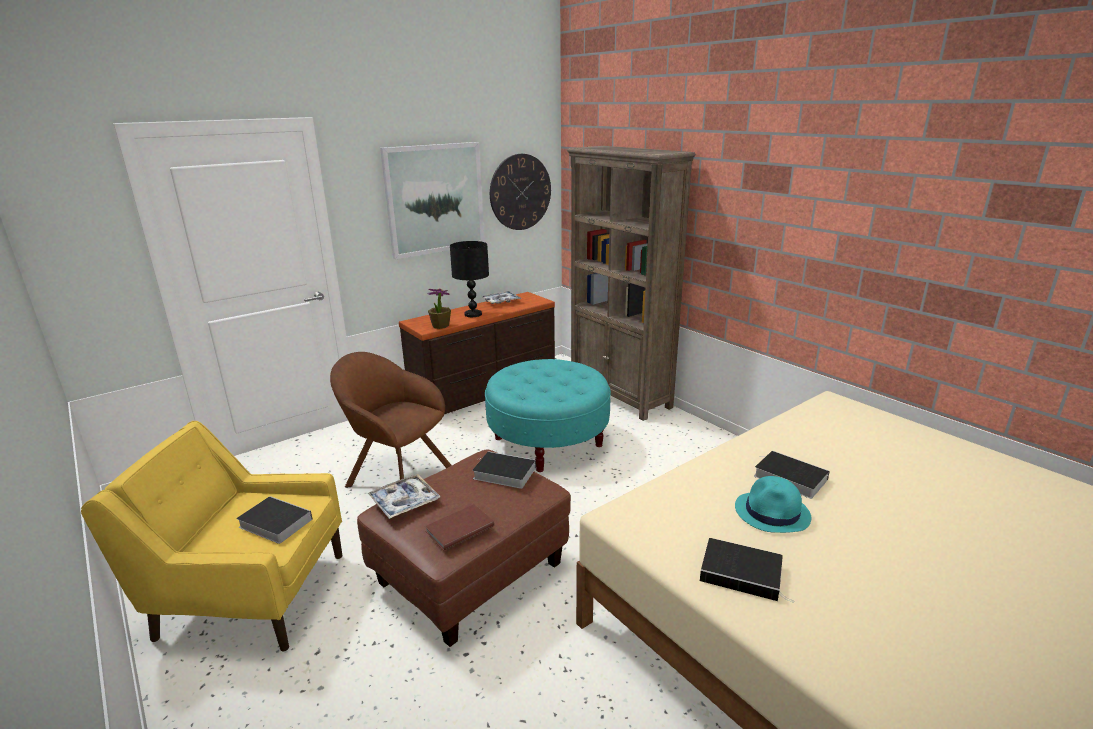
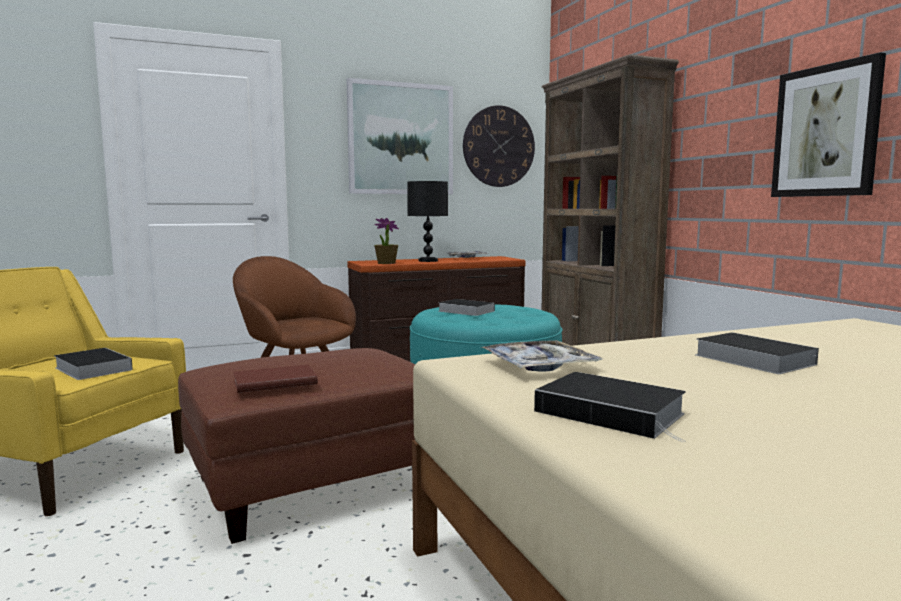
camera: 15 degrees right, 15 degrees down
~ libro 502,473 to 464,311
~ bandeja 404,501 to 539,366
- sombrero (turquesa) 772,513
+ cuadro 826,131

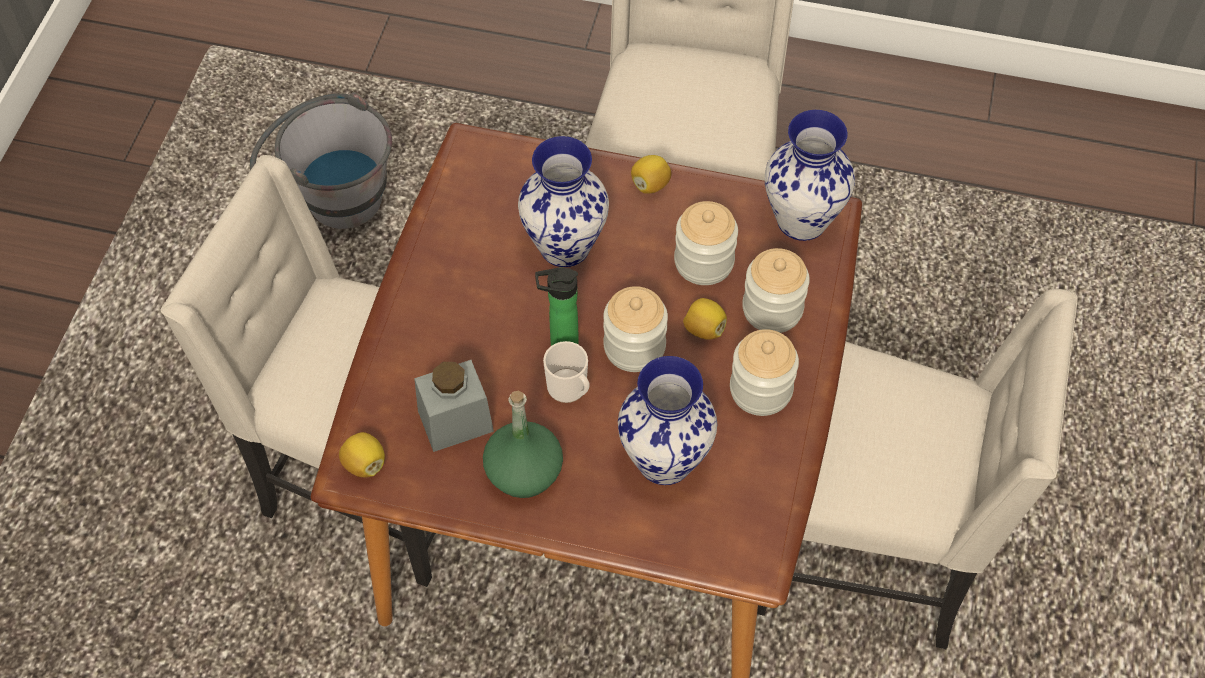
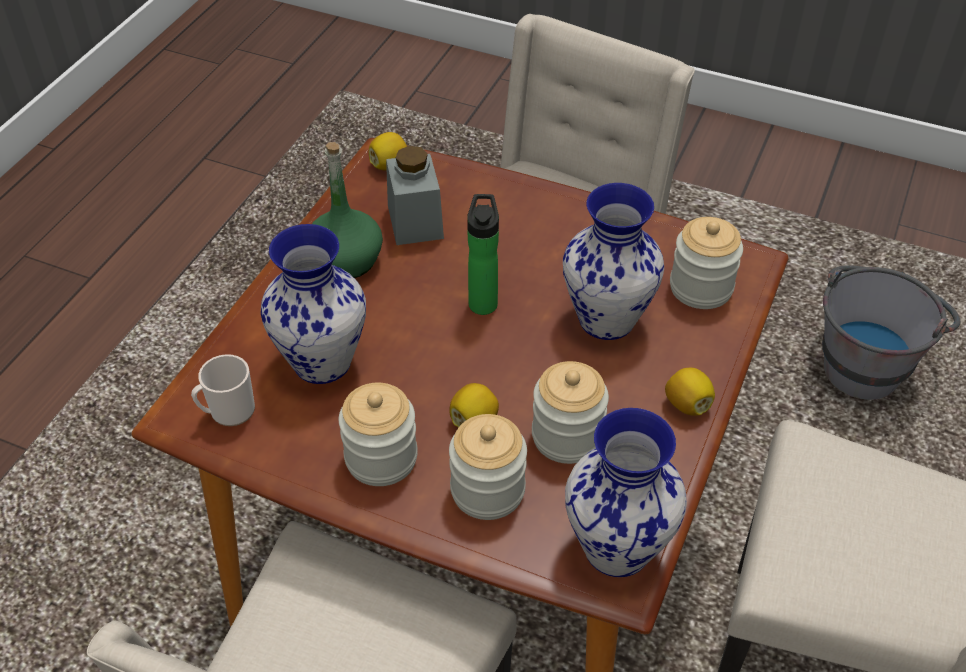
camera: 100 degrees right, 10 degrees down
~ tarro 634,347 to 701,287
~ taza grande 570,389 to 228,412

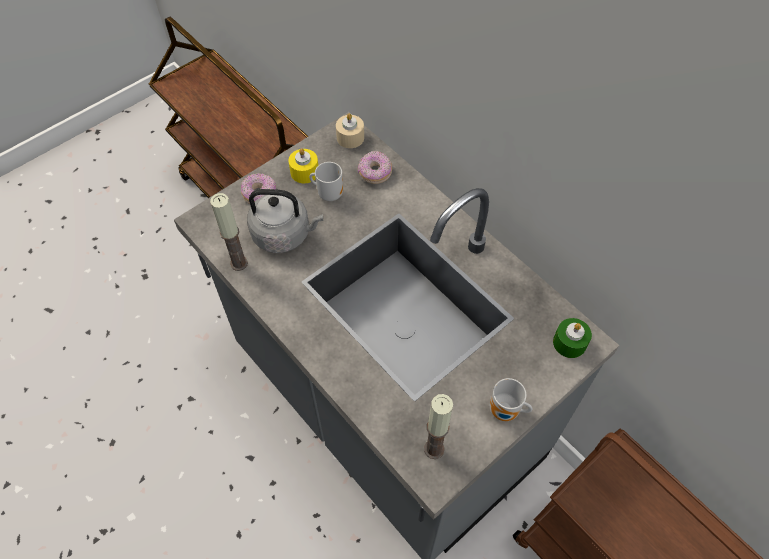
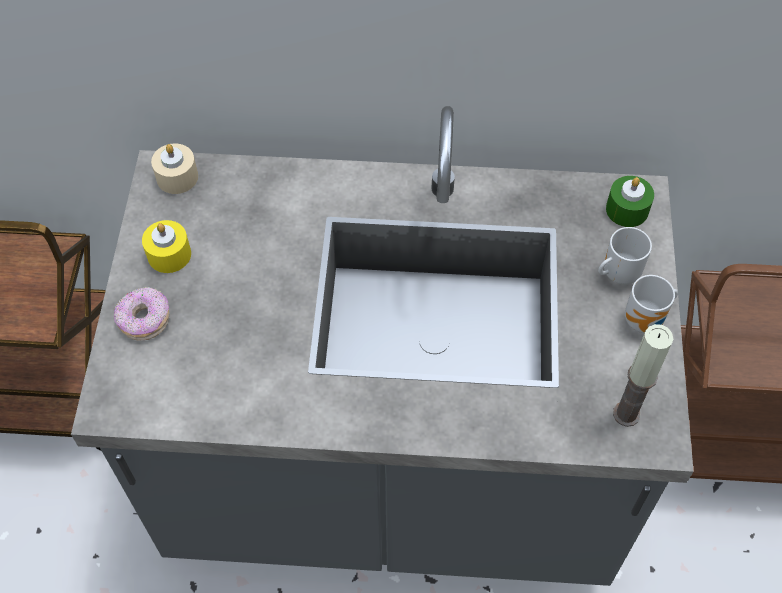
camera: 45 degrees left, 0 degrees up
- rosquilla 375,173
~ taza grande 329,193 to 617,273
- hervidor (gris) 284,234
- vela 239,263

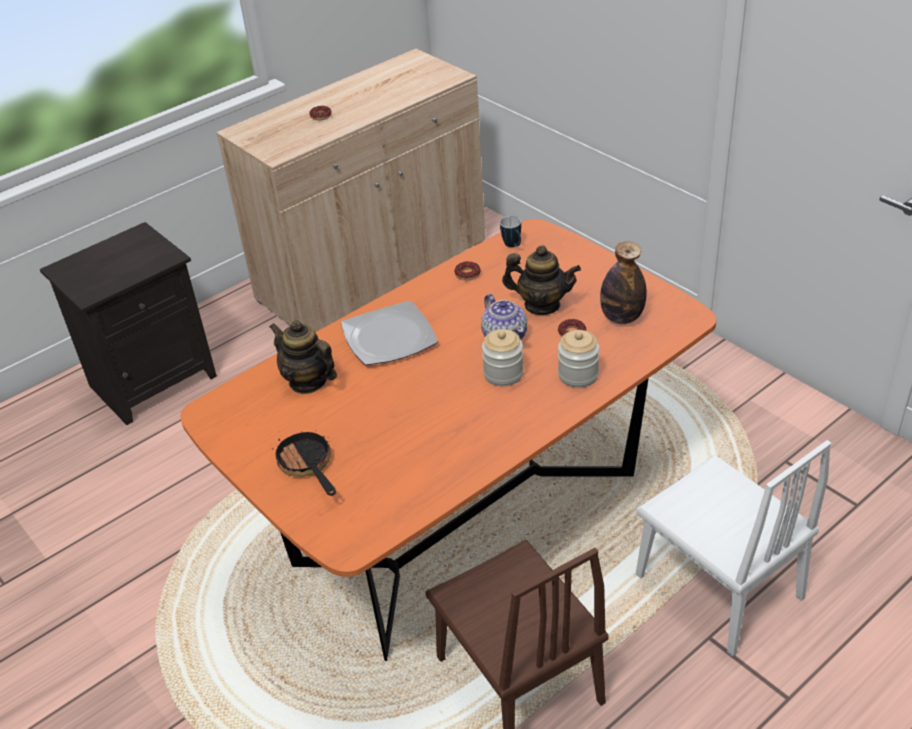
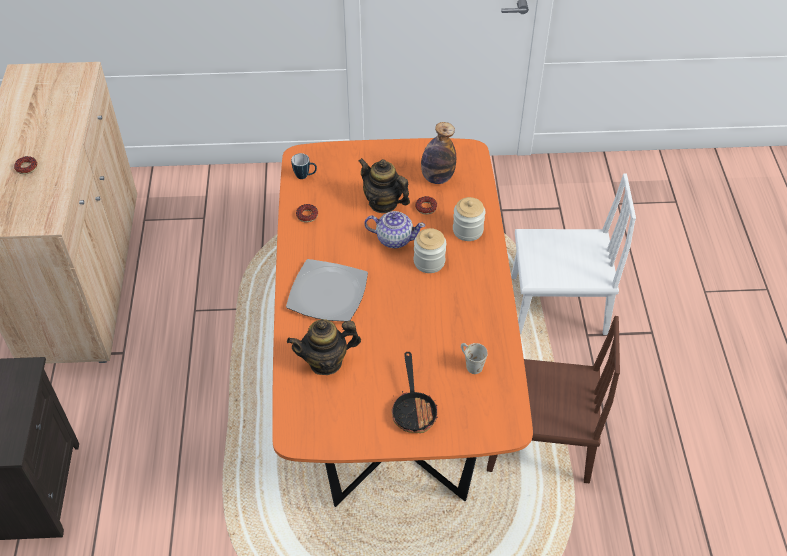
camera: 55 degrees left, 10 degrees up
~ tetera 542,305 = 383,203 105 degrees counterclockwise
~ sartén 307,466 = 414,409 105 degrees counterclockwise
+ taza grande (blanco) 470,364

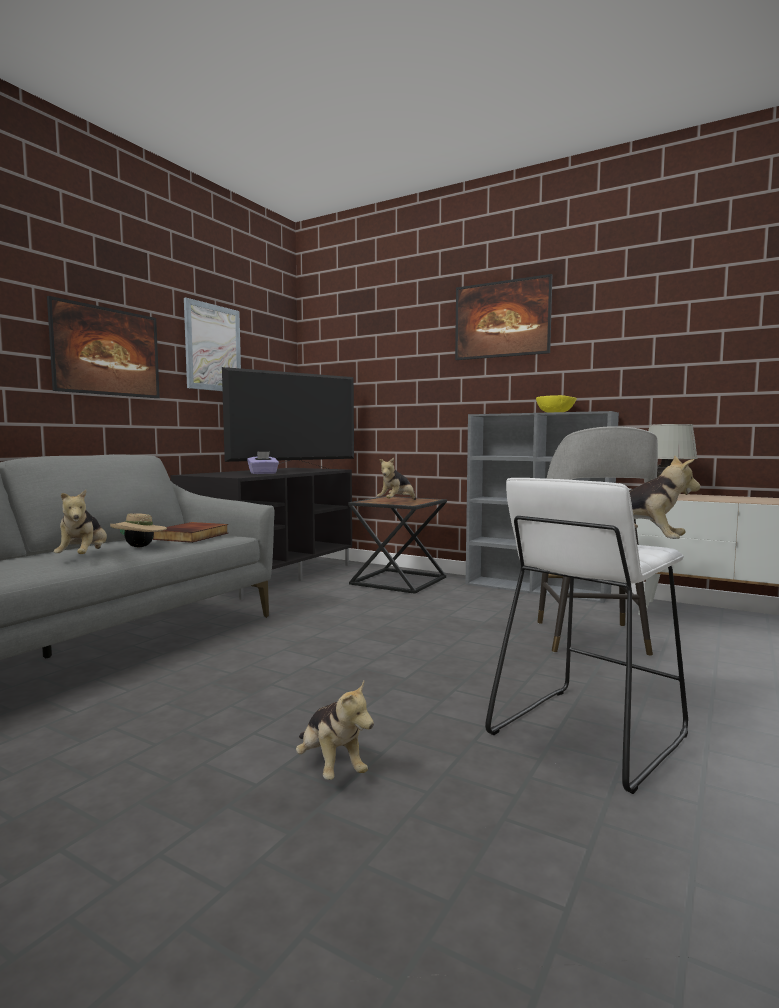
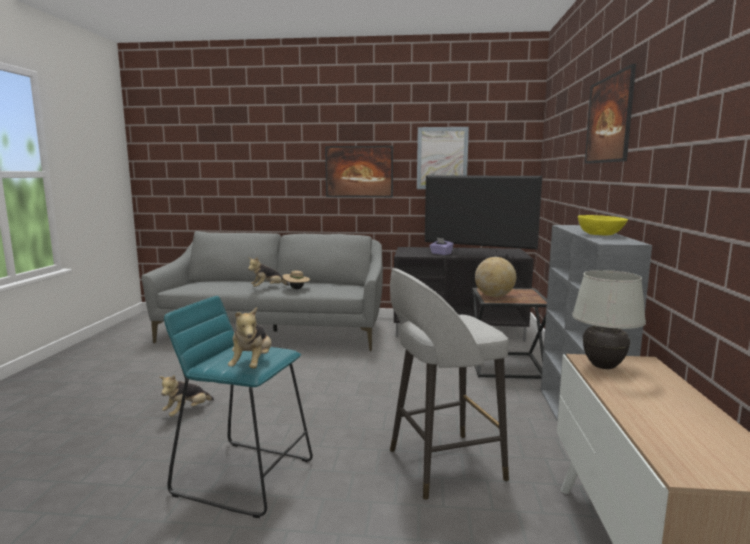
camera: 65 degrees right, 5 degrees up
~ peluche 397,502 to globo terráqueo 494,296
~ taburete (blanco) 587,734 to taburete (turquesa) 245,476
- libro 192,536

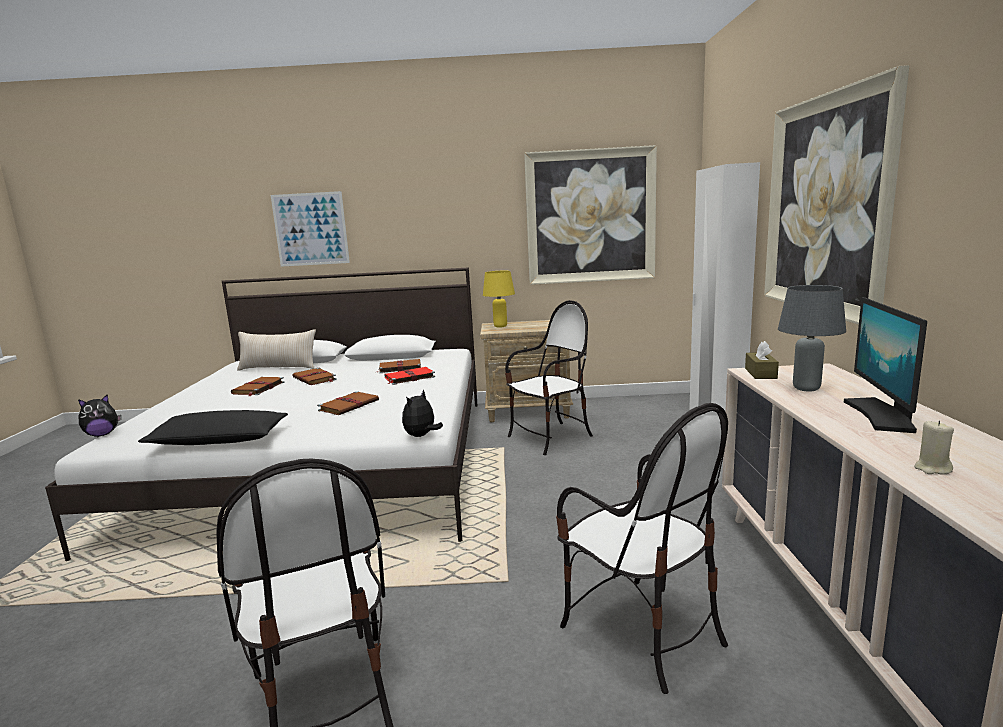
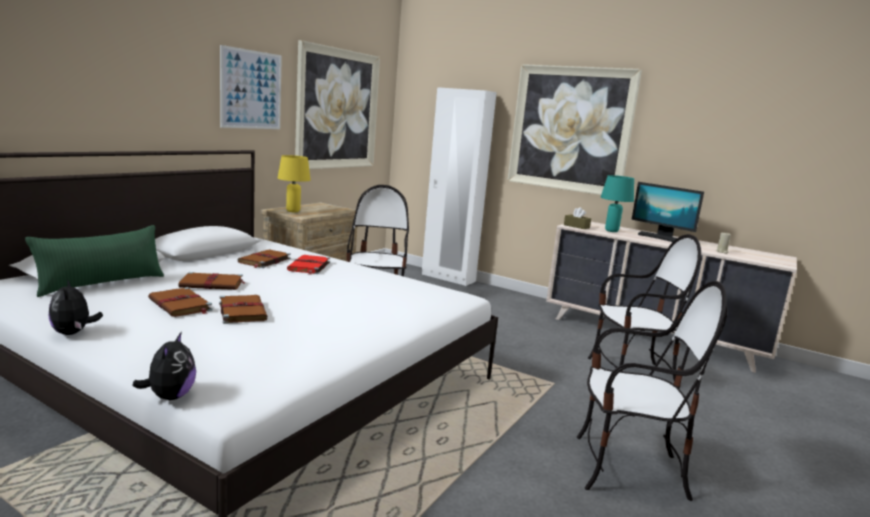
camera: 60 degrees left, 0 degrees up
~ cuadro 311,229 to 251,90
~ lámpara de mesa (gris) 805,388 to lámpara de mesa (turquesa) 611,231
~ cojín (beis) 278,368 to cojín (verde) 102,284
~ peluche 421,436 to 73,333
~ libro (marrón) 349,405 to 242,311
- cojín (negro) 219,440

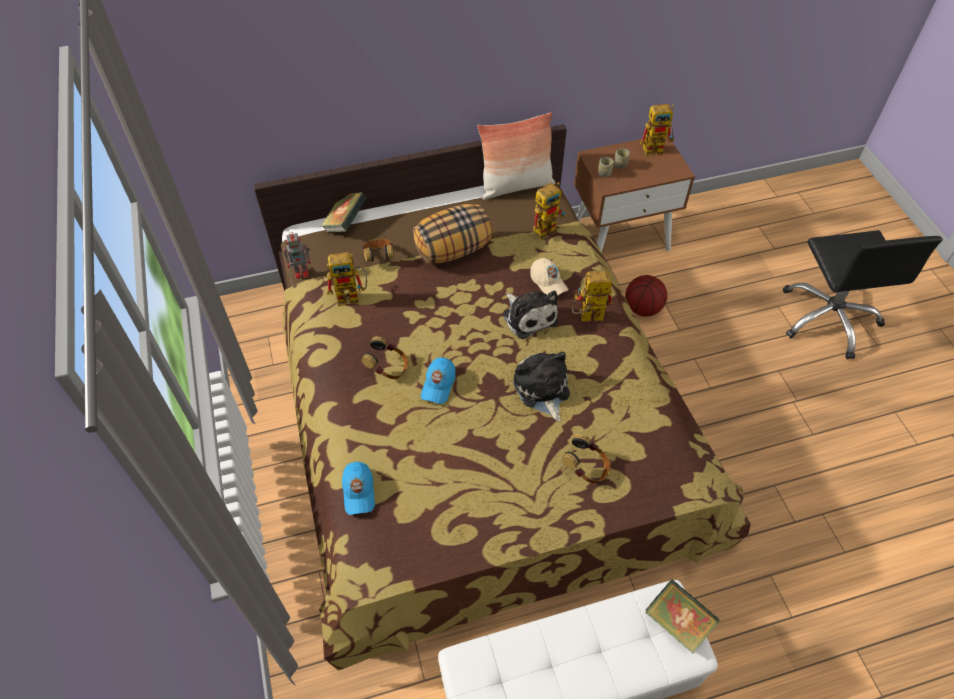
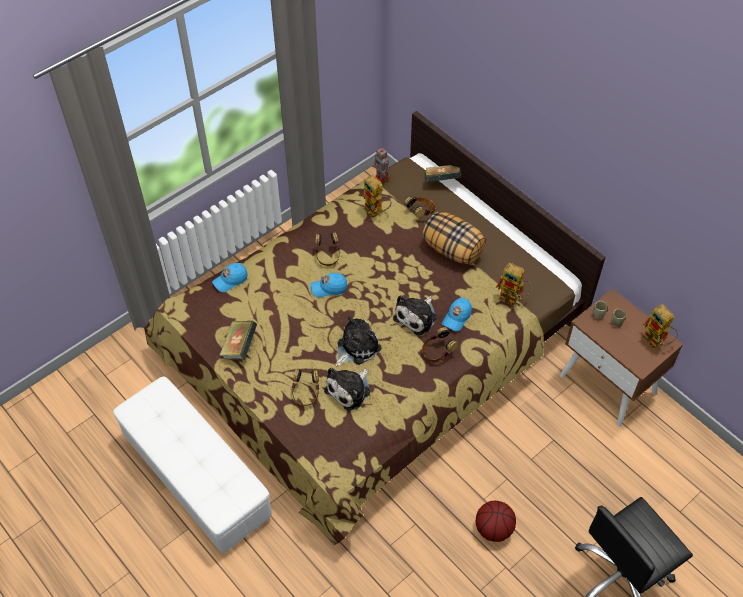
camera: 65 degrees right, 0 degrees up
- cojín 516,186
~ gorra (beis) 548,282 to gorra (azul) 457,317
~ robot de juguete 586,317 to auriculares 437,352
~ balón de baloncesto 642,308 to 493,528
~ libro 677,622 to 239,347
+ peluche 350,390

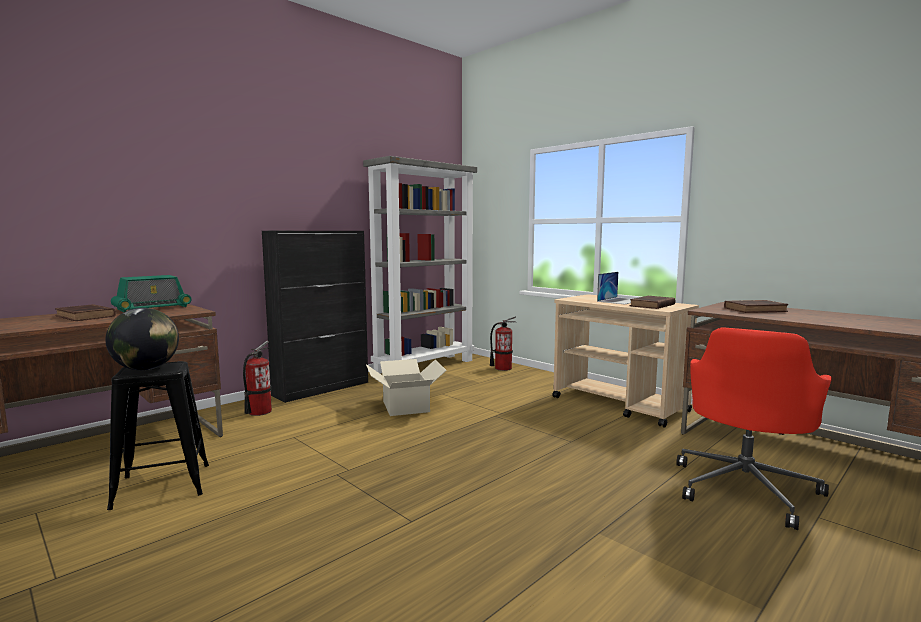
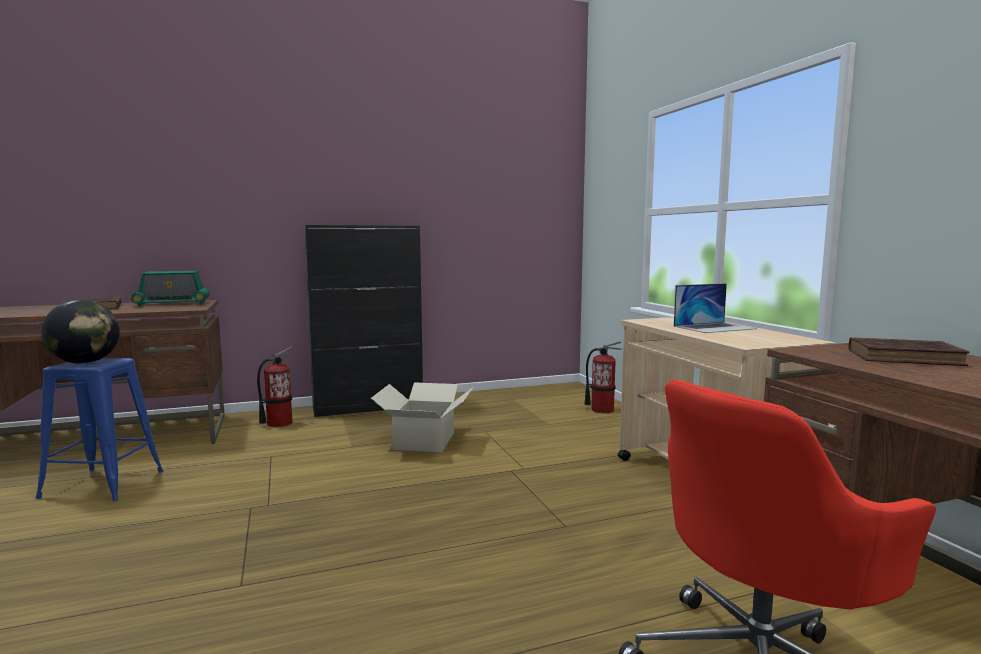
camera: 25 degrees right, 0 degrees up
- estantería (gris) 425,366
- libro (marrón) 652,305
~ taburete (negro) 162,486 to taburete (azul) 103,484

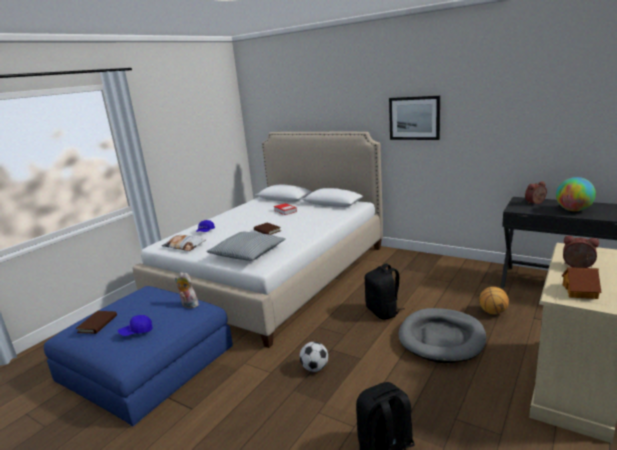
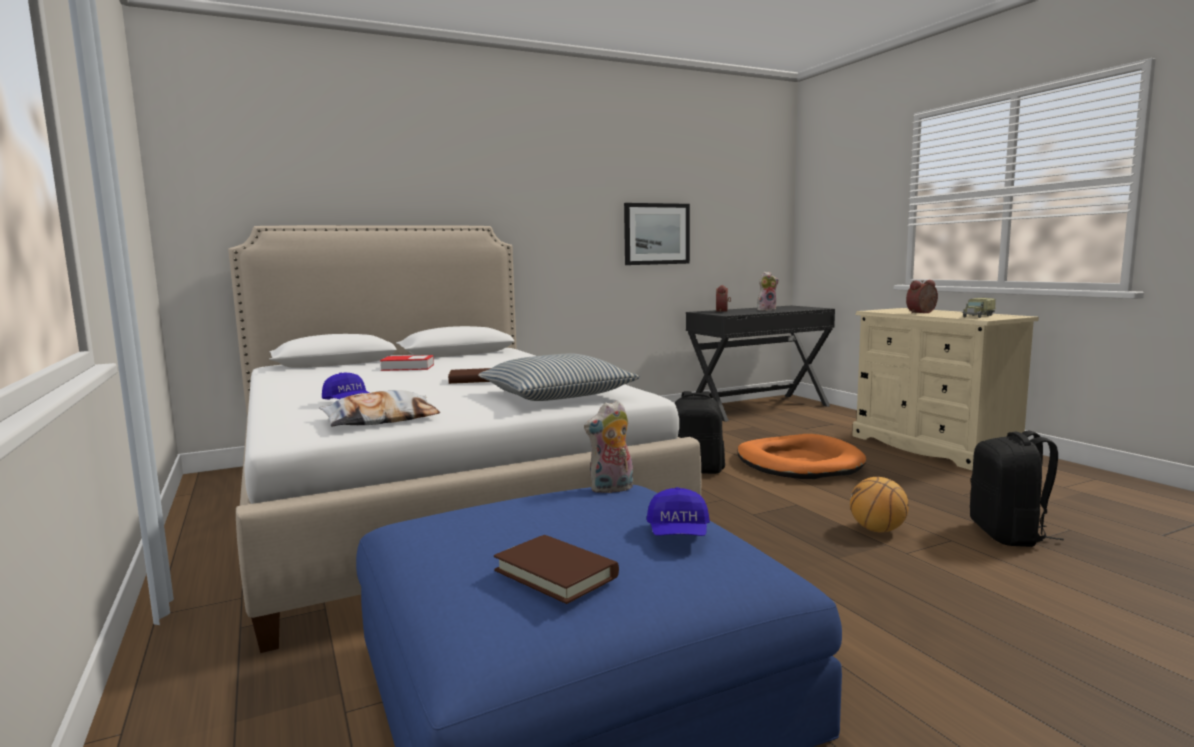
camera: 60 degrees left, 10 degrees down
~ cuadro 414,118 to 656,234
~ globo terráqueo 573,210 to peluche 766,310
~ casita 580,291 to camión de juguete 978,316
~ balón de baloncesto 493,312 to 877,530
~ cama para perro (gris) 441,338 to cama para perro (naranja) 798,463
- balón de fútbol 315,368

